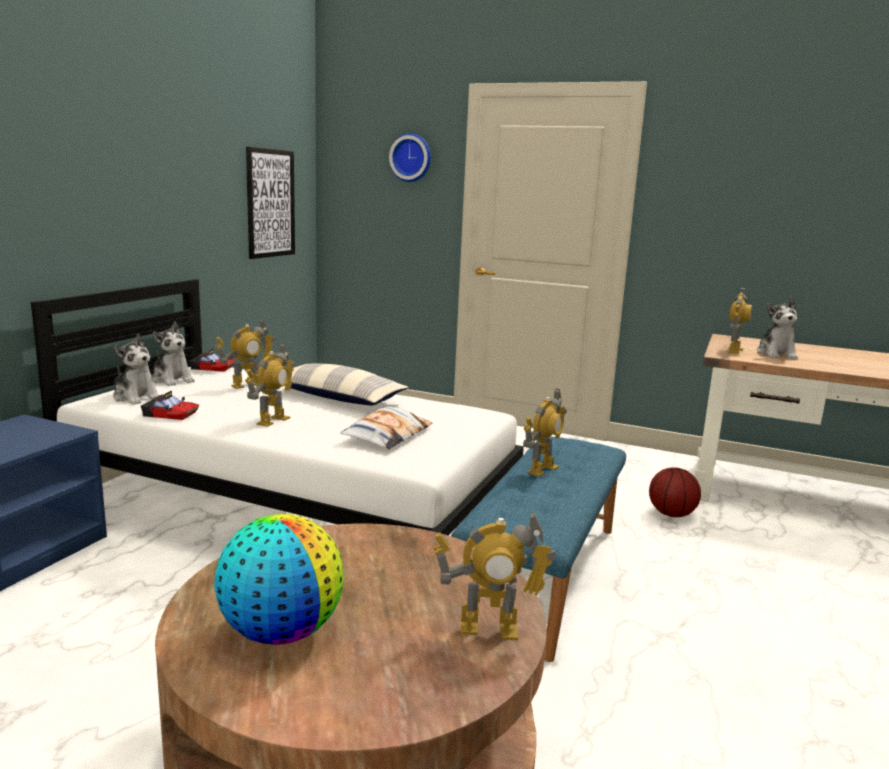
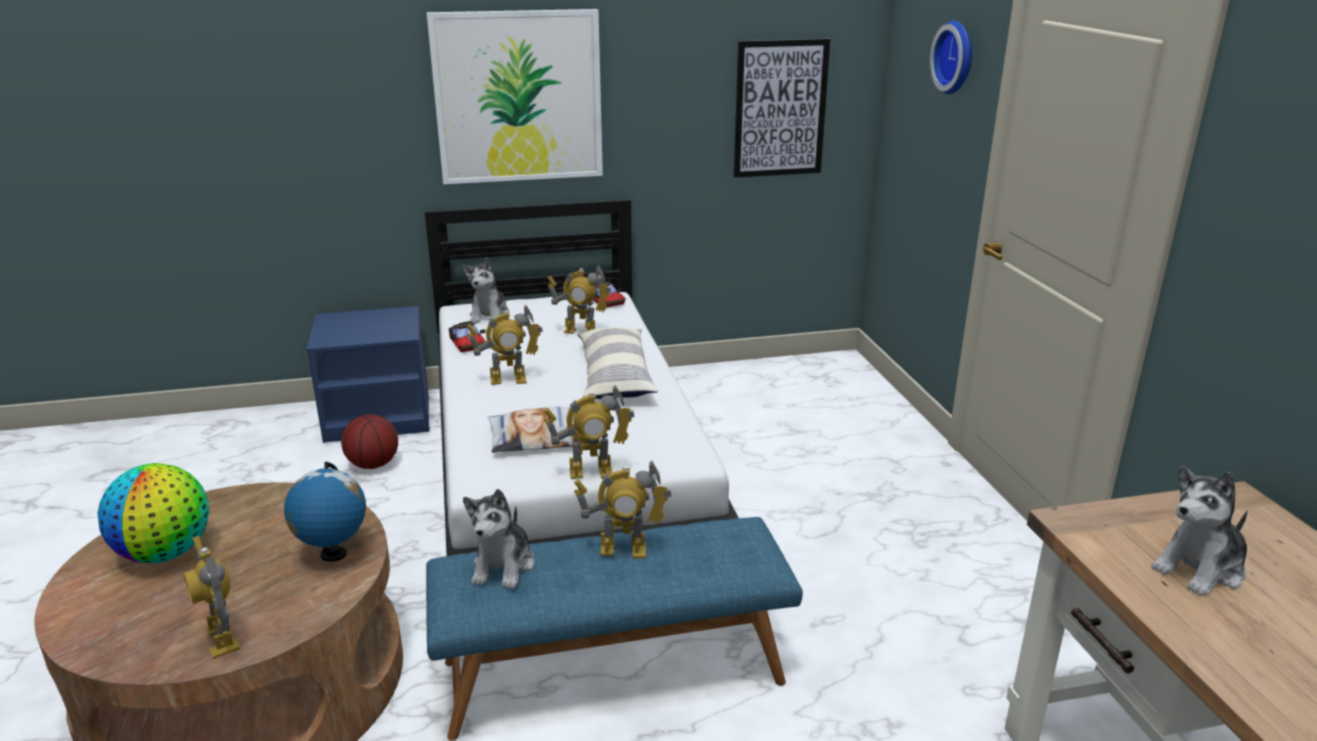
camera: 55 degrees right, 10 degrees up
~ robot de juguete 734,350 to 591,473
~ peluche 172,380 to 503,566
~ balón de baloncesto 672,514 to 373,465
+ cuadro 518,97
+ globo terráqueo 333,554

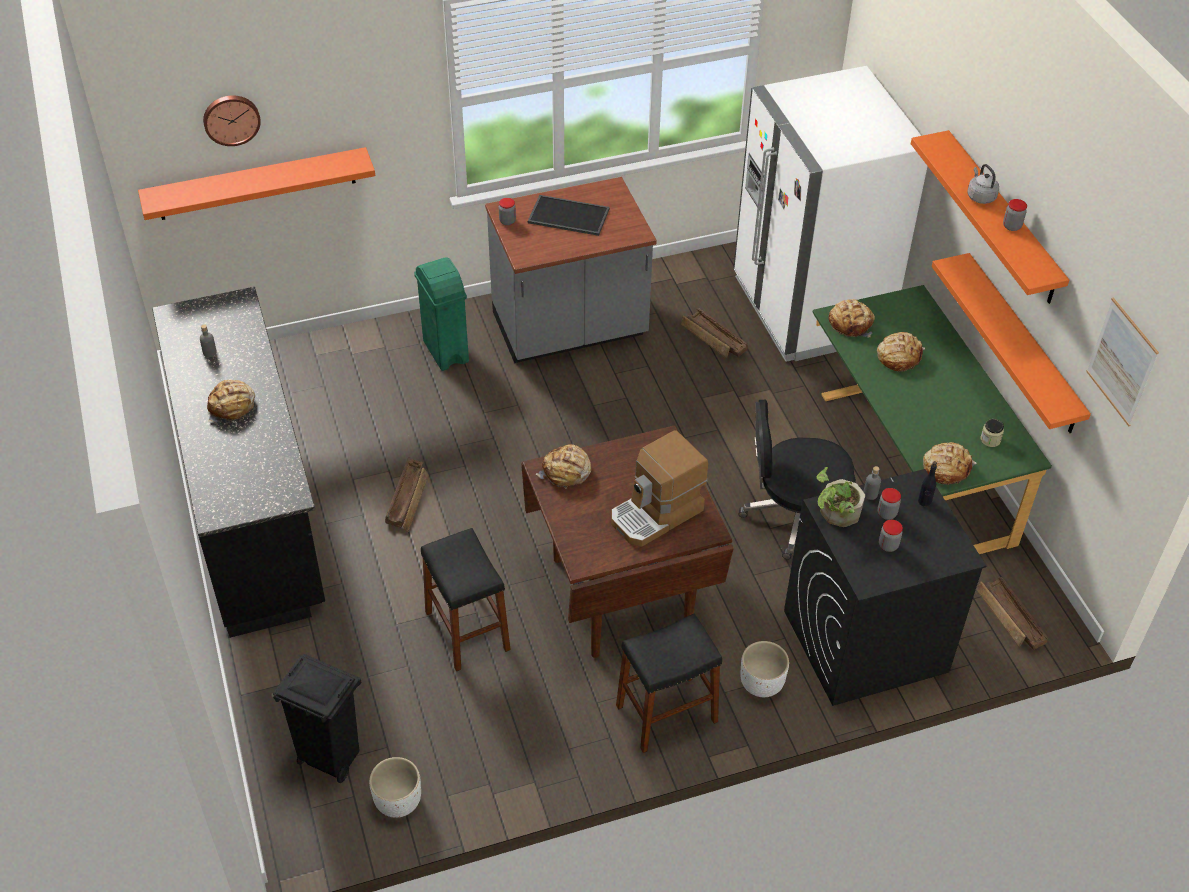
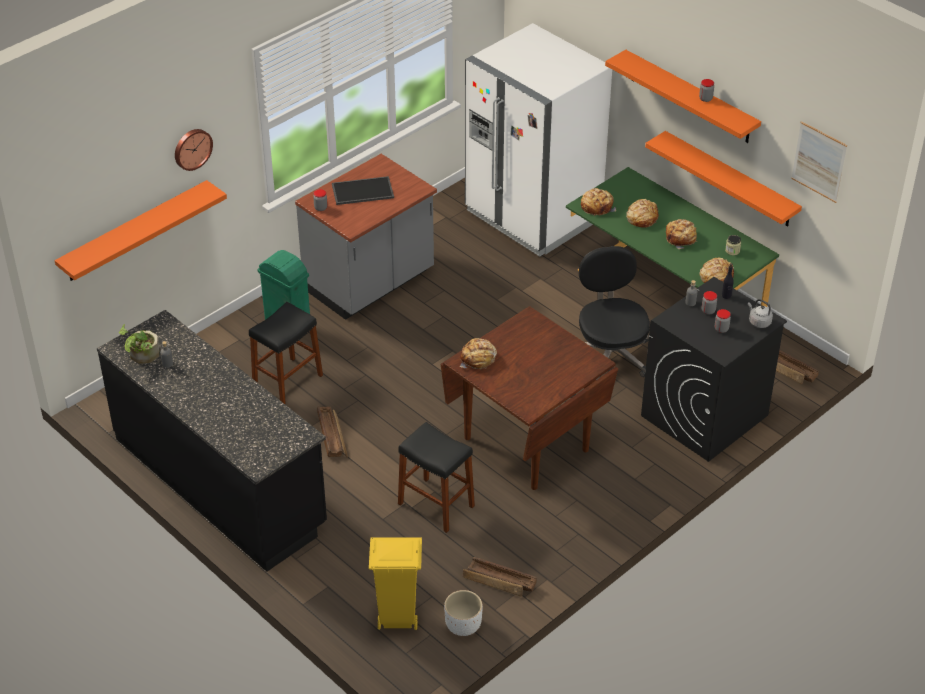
camera: 25 degrees left, 5 degrees down
~ reloj de pared 231,119 to 192,148
~ hervidor (gris) 980,196 to 758,322
~ caja de embalaje 714,339 to 500,581
~ pan 232,406 to 681,238
~ silla de oficina (negro) 795,515 = 610,354 105 degrees clockwise
- cafetera 657,514
~ planta en maceta 835,514 to 141,356
~ taburete (negro) 666,713 to 287,382
- maceta (blanco) 762,683
~ papelera (negro) 330,758 to papelera (amarillo) 397,618

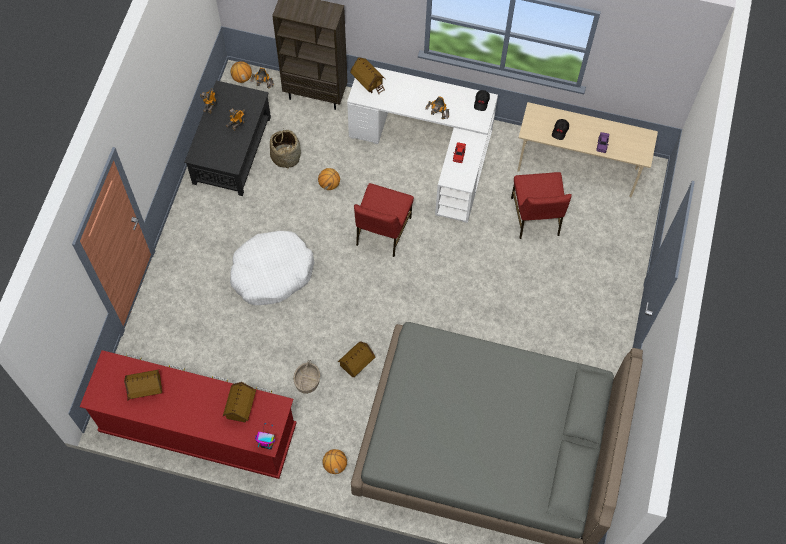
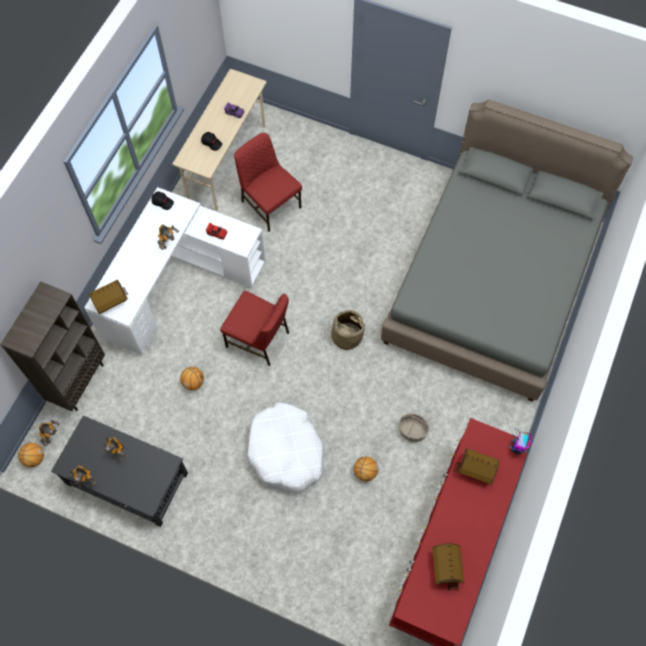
camera: 80 degrees left, 0 degrees up
~ cesta 286,156 to 346,336
~ silla (rojo) 536,217 = 270,204 135 degrees counterclockwise
- casita 356,363
~ balón de baloncesto 335,464 to 365,472

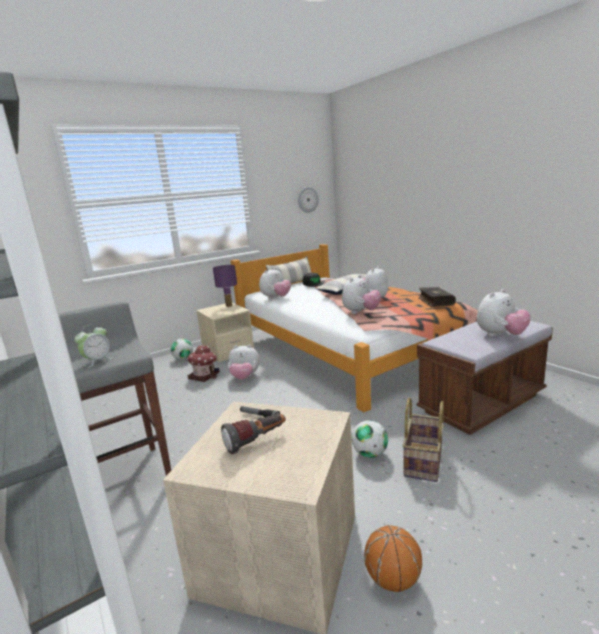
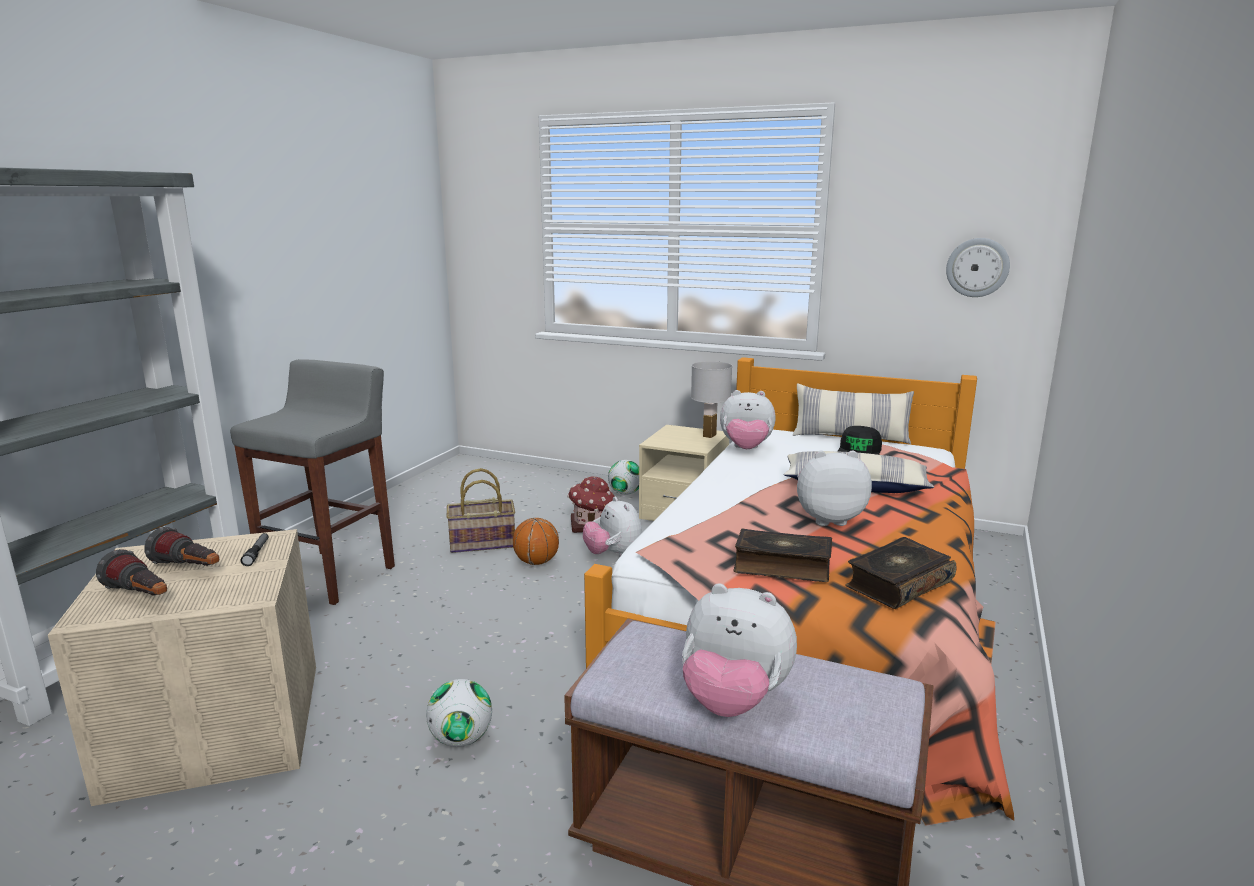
camera: 55 degrees right, 0 degrees up
~ lámpara de mesa (morado) 229,305 to lámpara de mesa (blanco) 709,436
- peluche 361,312
- despertador 97,361
~ cesta 424,461 to 482,543
~ balón de baloncesto 393,579 to 536,562
+ libro 782,566
+ linterna 141,596

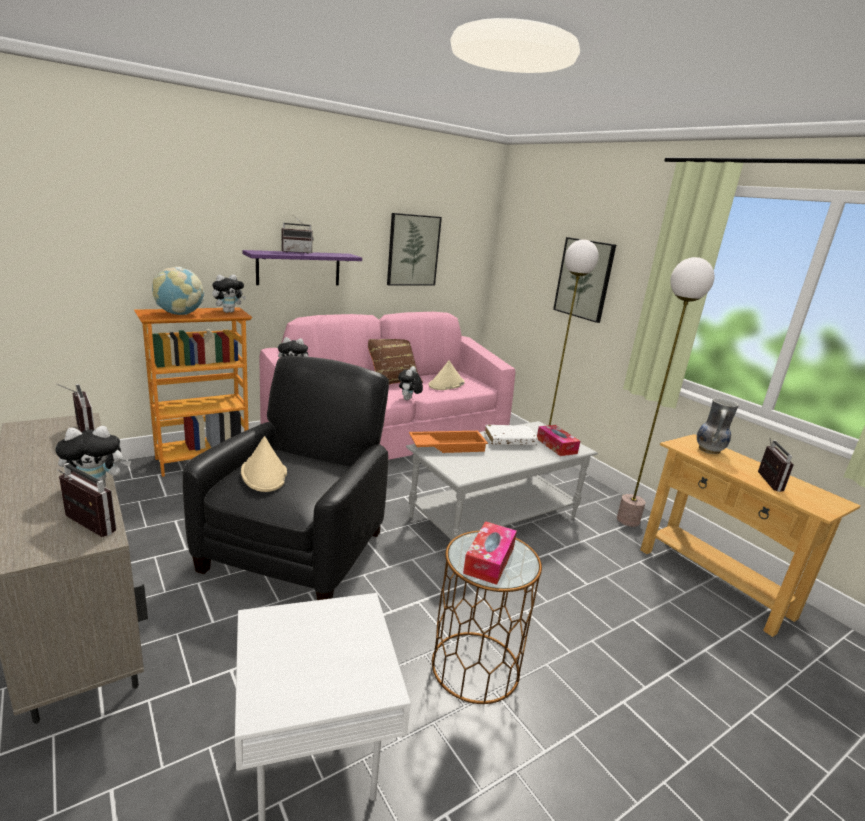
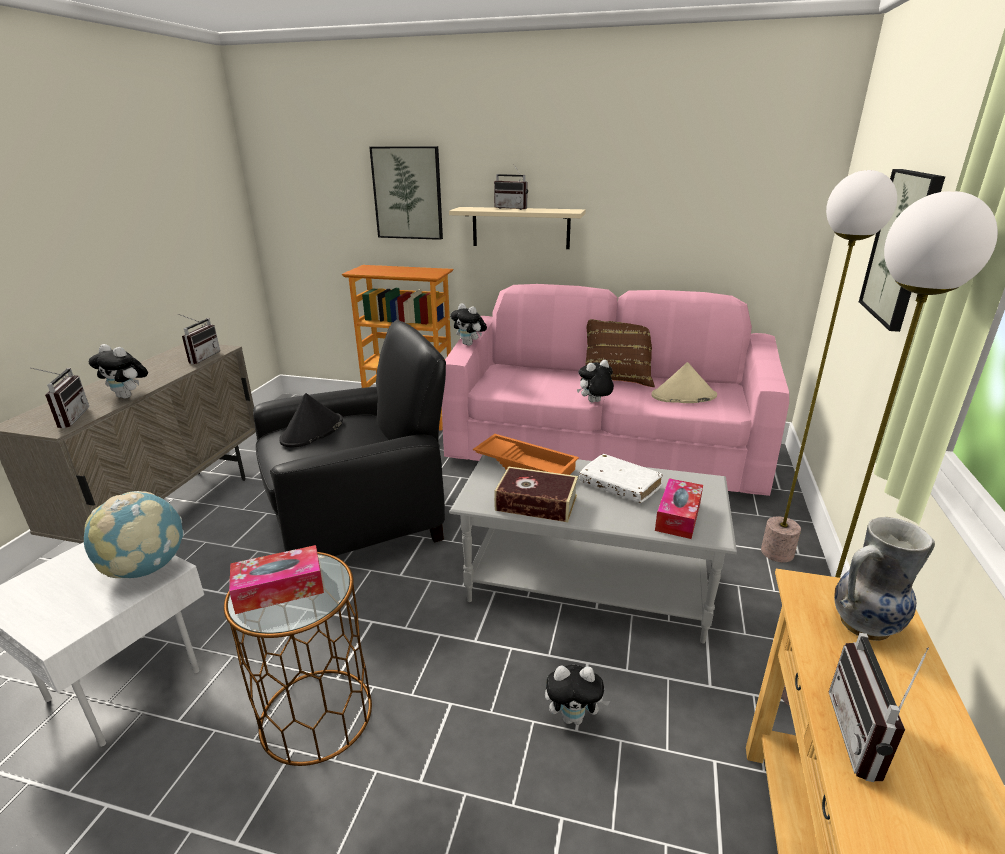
camera: 50 degrees right, 5 degrees up
~ cuadro 413,250 to 408,193
~ estante (morado) 299,268 to estante (beis) 520,228
~ globo terráqueo 179,314 to 146,568
~ peluche 228,312 to 574,717
~ sombrero (beis) 264,474 to sombrero (negro) 312,431
~ radio 764,481 = 867,739 135 degrees clockwise
+ libro 536,503

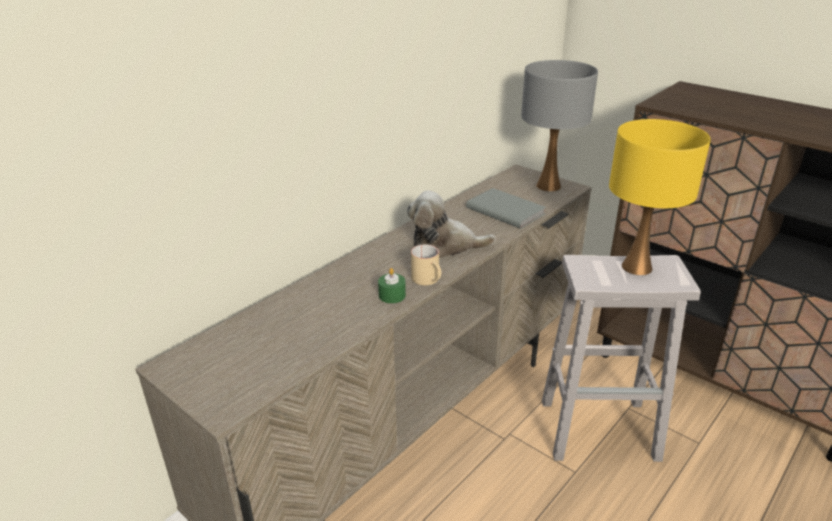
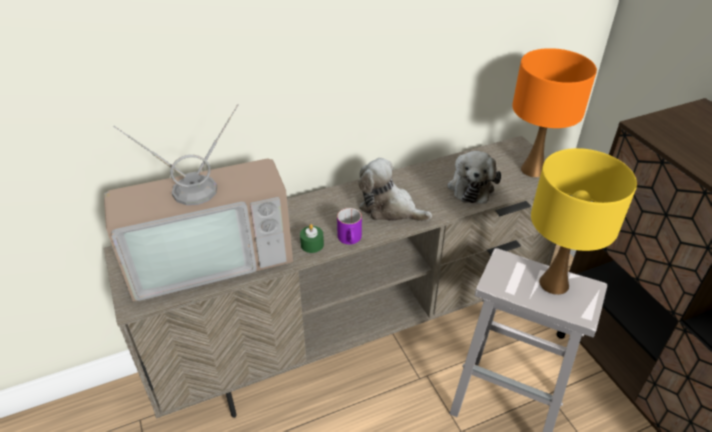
camera: 25 degrees right, 10 degrees up
~ lámpara de mesa (gris) 548,186 to lámpara de mesa (naranja) 533,169
~ libro (gris) 505,210 to peluche 471,186
~ taza grande (beis) 429,280 to taza grande (morado) 351,239
+ televisor 211,256

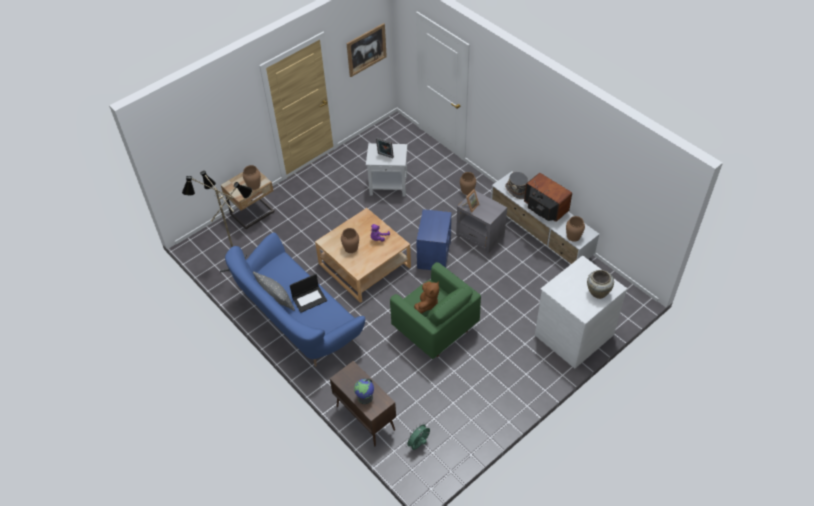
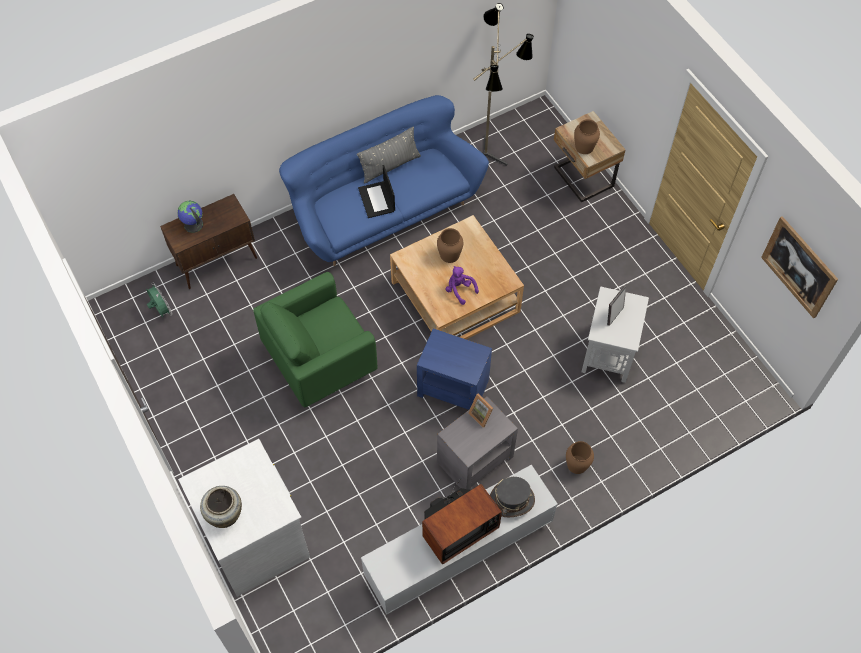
camera: 100 degrees right, 10 degrees up
- florero (marrón) 573,236
- peluche (marrón) 427,304

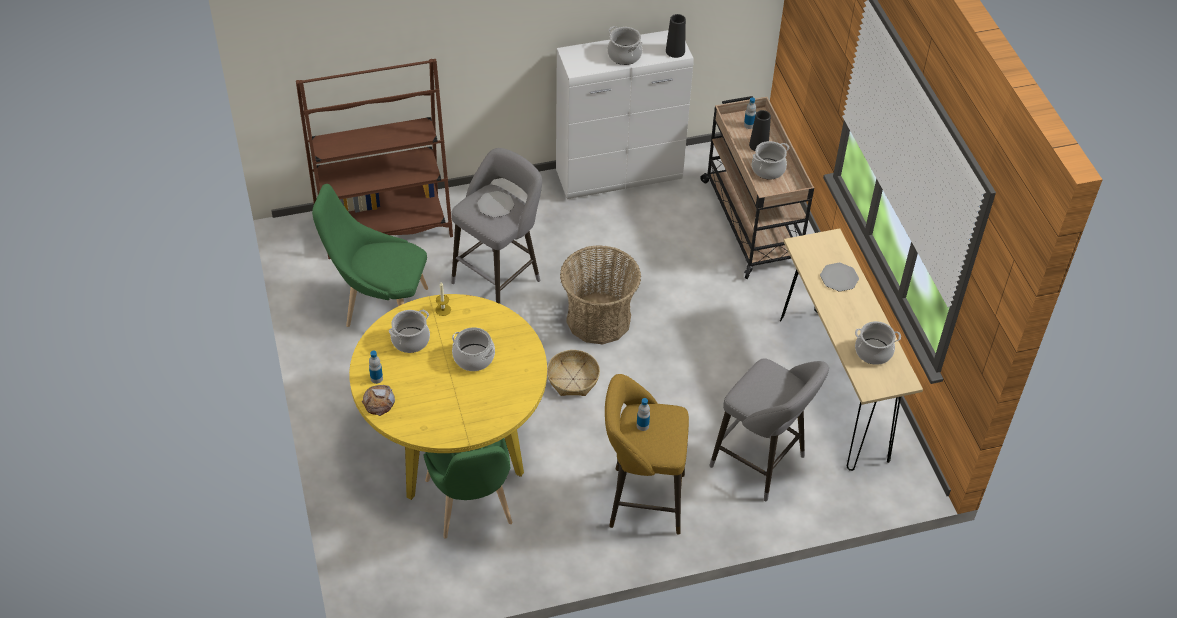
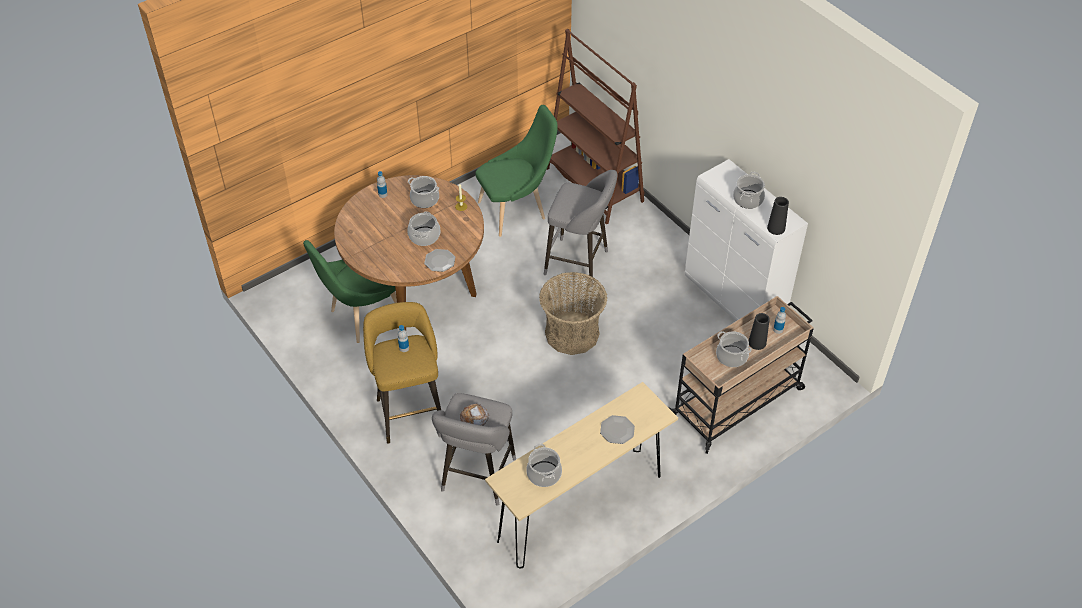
camera: 70 degrees right, 0 degrees up
~ silla (verde) 380,307 = 516,210 75 degrees clockwise
~ plato 495,205 to 439,261
~ mesa de comedor (amarillo) 454,441 to mesa de comedor (marrón) 416,288
- cesta 573,379
~ pan 379,402 to 474,418

